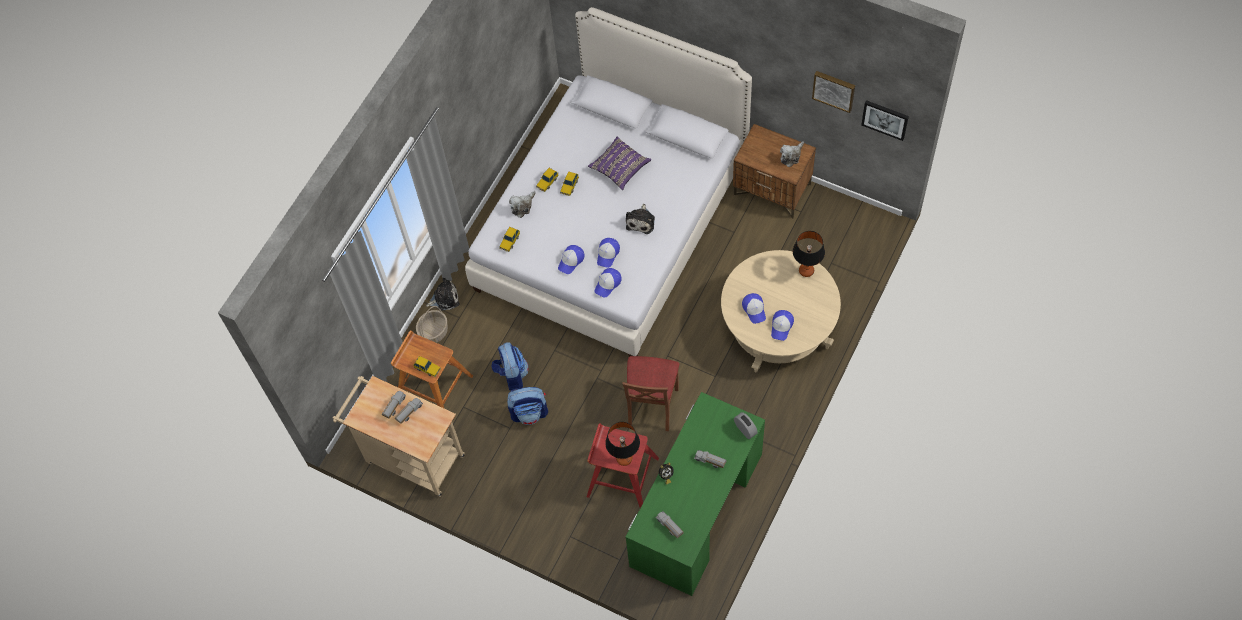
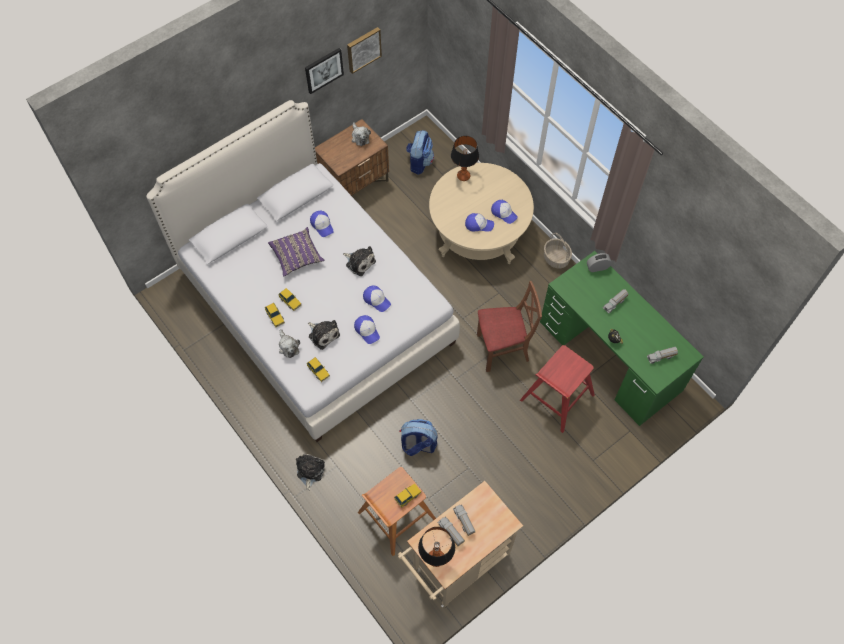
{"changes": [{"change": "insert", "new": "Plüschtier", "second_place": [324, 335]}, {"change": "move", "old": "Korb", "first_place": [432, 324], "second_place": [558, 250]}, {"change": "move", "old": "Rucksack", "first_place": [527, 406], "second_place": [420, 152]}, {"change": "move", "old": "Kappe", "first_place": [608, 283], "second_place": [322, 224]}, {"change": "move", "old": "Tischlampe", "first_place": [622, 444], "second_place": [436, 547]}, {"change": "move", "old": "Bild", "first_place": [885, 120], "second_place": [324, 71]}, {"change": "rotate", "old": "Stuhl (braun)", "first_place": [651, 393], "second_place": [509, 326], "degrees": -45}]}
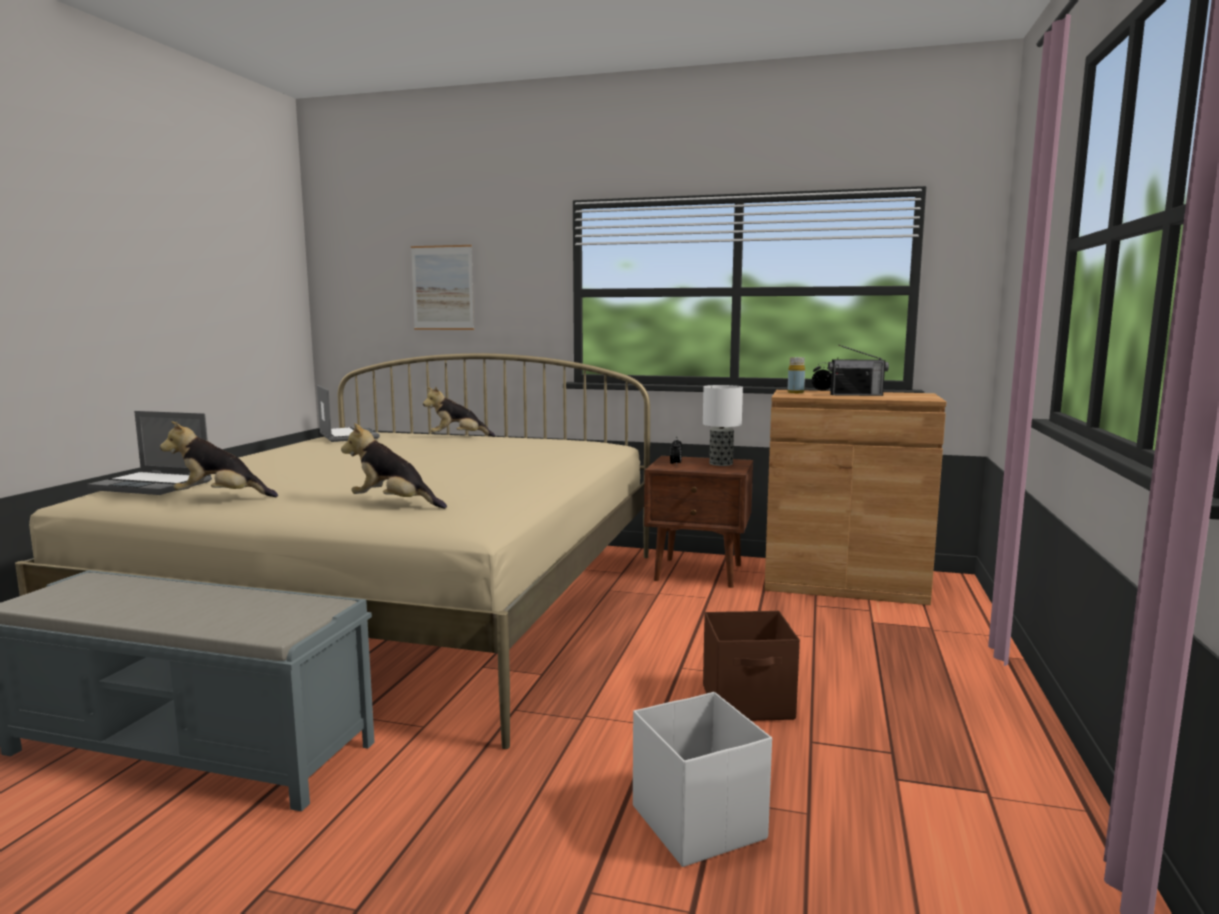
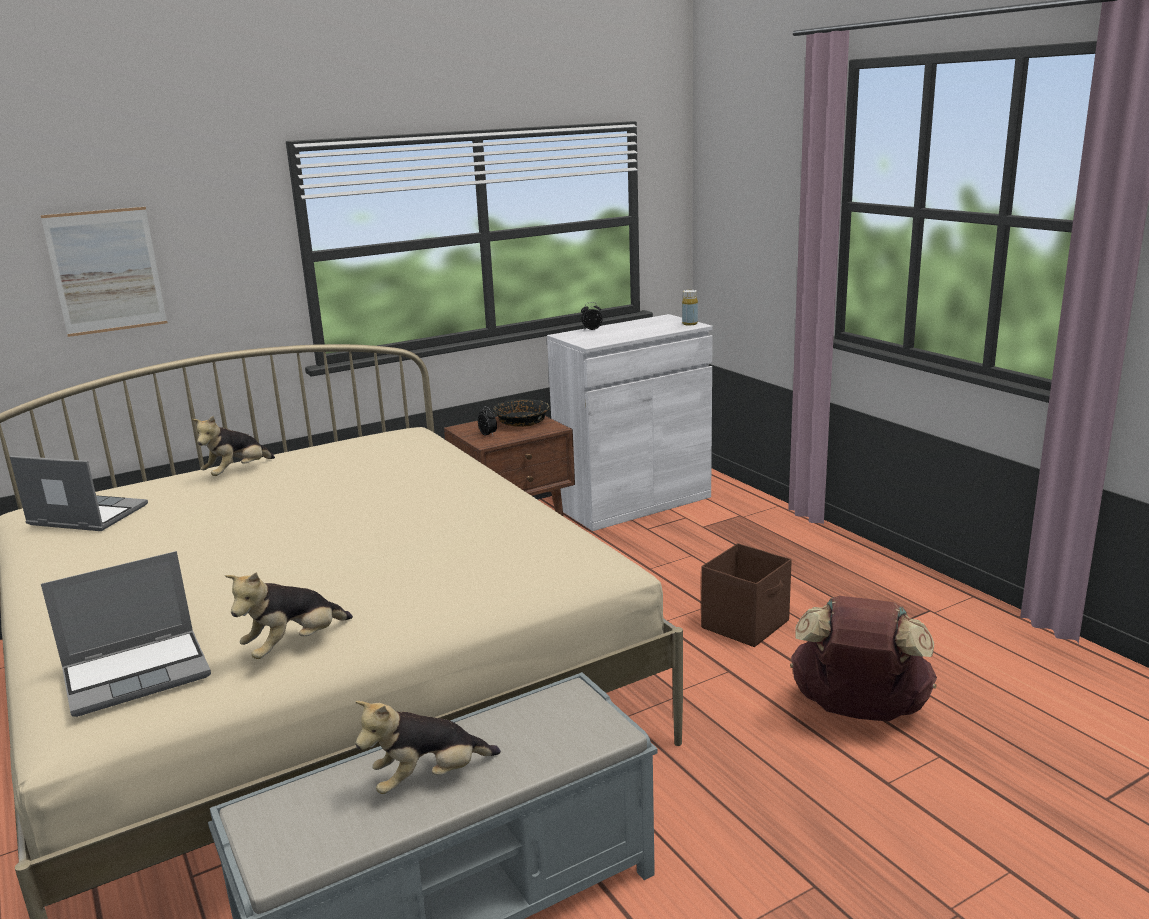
{"changes": [{"change": "delete", "old": "Radio", "first_place": [858, 370]}, {"change": "move", "old": "Plüschtier", "first_place": [394, 466], "second_place": [428, 747]}, {"change": "move", "old": "Flasche (gelb)", "first_place": [796, 375], "second_place": [690, 307]}, {"change": "replace", "old": "Aufbewahrungsbox (weiß)", "new": "Rucksack (braun)", "first_place": [702, 779], "second_place": [863, 658]}, {"change": "replace", "old": "Tischlampe", "new": "Schüssel (schwarz)", "first_place": [723, 425], "second_place": [521, 413]}, {"change": "recolor", "old": "Schrank (braun)", "new": "Schrank (weiß)", "first_place": [855, 497], "second_place": [630, 422]}]}
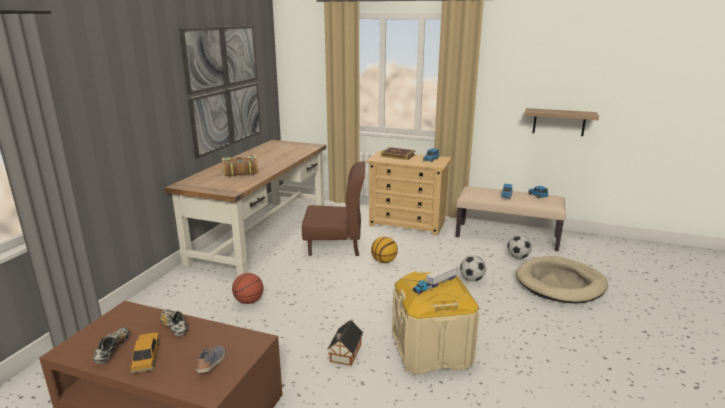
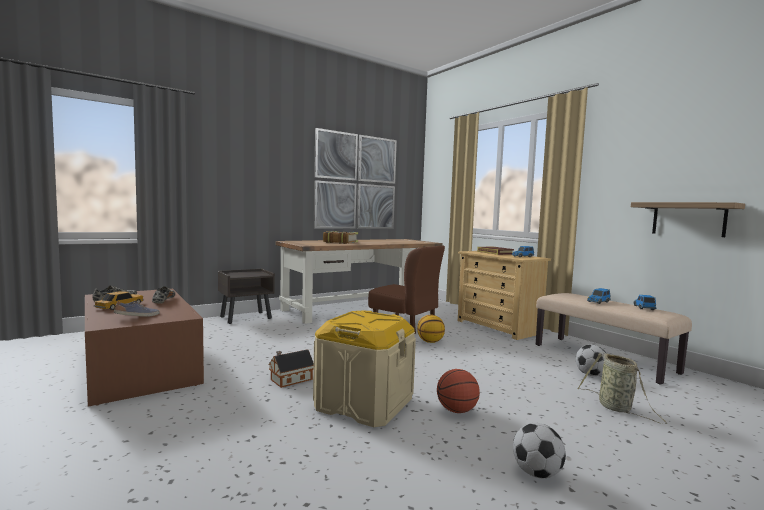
{"changes": [{"change": "delete", "old": "Spielzeuglaster", "first_place": [435, 279]}, {"change": "insert", "new": "Nachttisch (braun)", "second_place": [246, 296]}, {"change": "move", "old": "Basketball", "first_place": [247, 288], "second_place": [458, 391]}, {"change": "move", "old": "Fußball", "first_place": [473, 268], "second_place": [539, 450]}, {"change": "replace", "old": "Hundebett (beige)", "new": "Korb", "first_place": [562, 280], "second_place": [622, 388]}]}
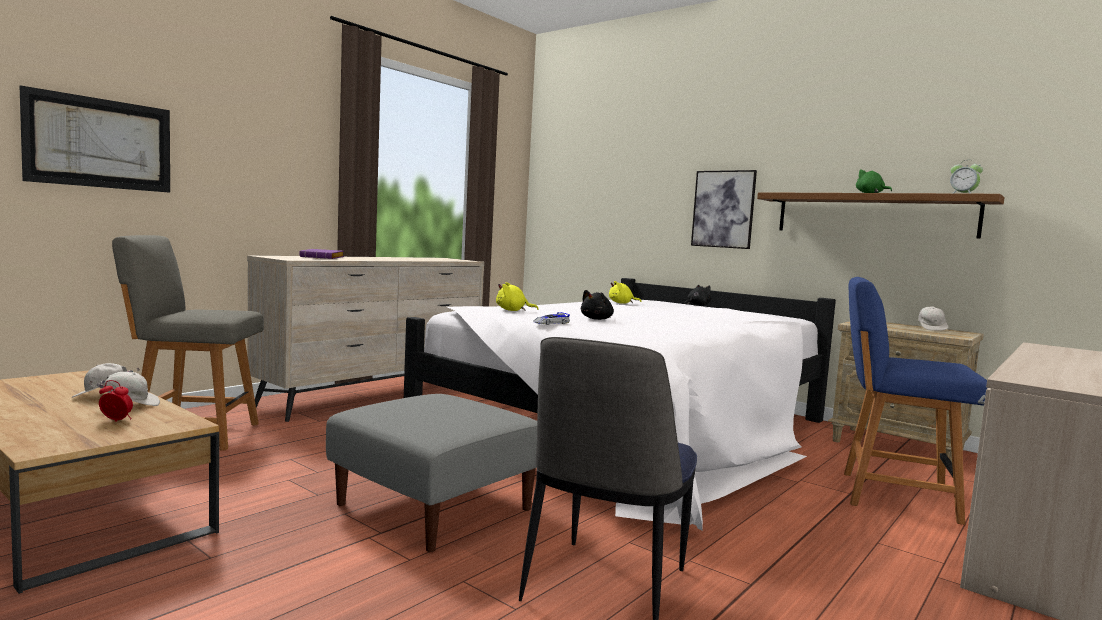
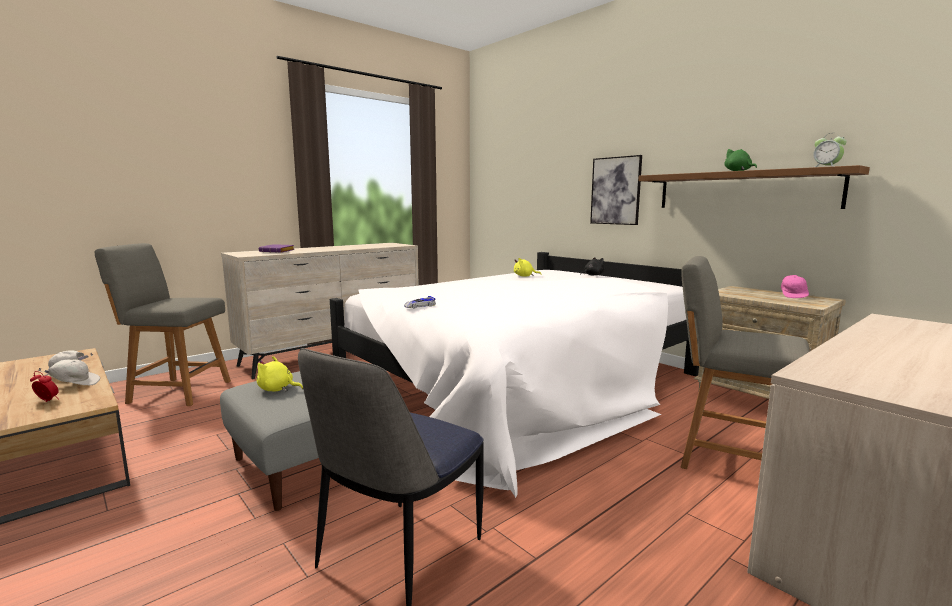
{"changes": [{"change": "delete", "old": "Bild", "first_place": [94, 139]}, {"change": "delete", "old": "Plüschtier (schwarz)", "first_place": [597, 305]}, {"change": "move", "old": "Plüschtier (gelb)", "first_place": [517, 296], "second_place": [279, 374]}, {"change": "recolor", "old": "Stuhl (blau)", "new": "Stuhl (grau)", "first_place": [915, 401], "second_place": [745, 362]}, {"change": "recolor", "old": "Kappe (weiß)", "new": "Kappe (rosa)", "first_place": [933, 318], "second_place": [795, 286]}]}
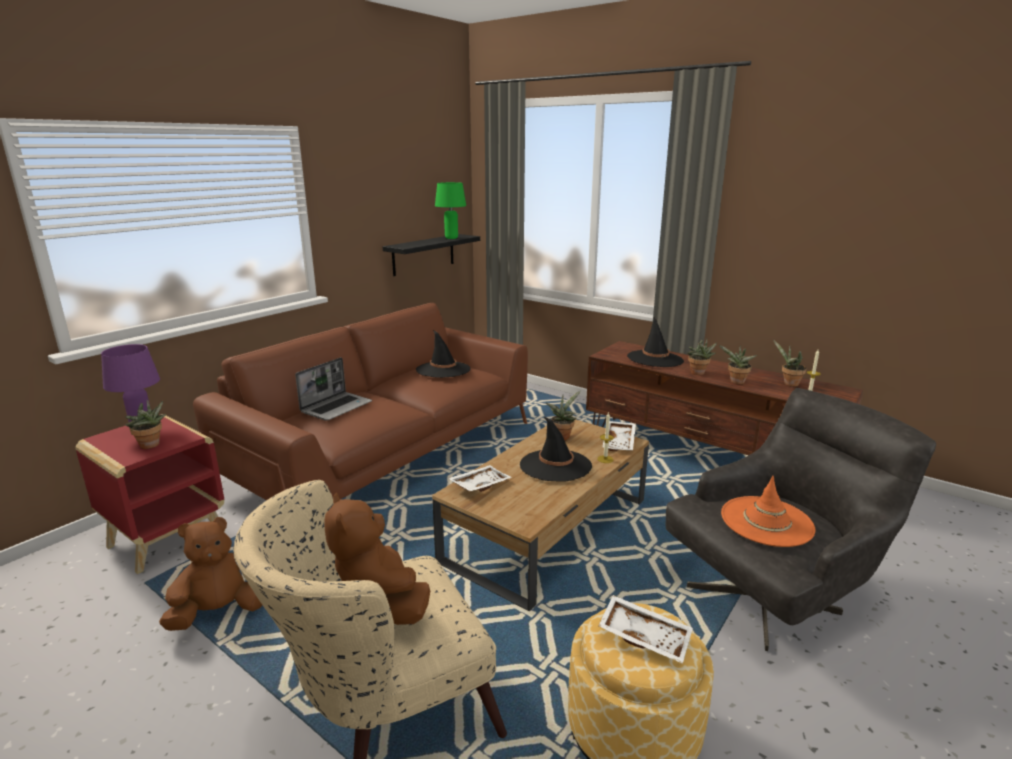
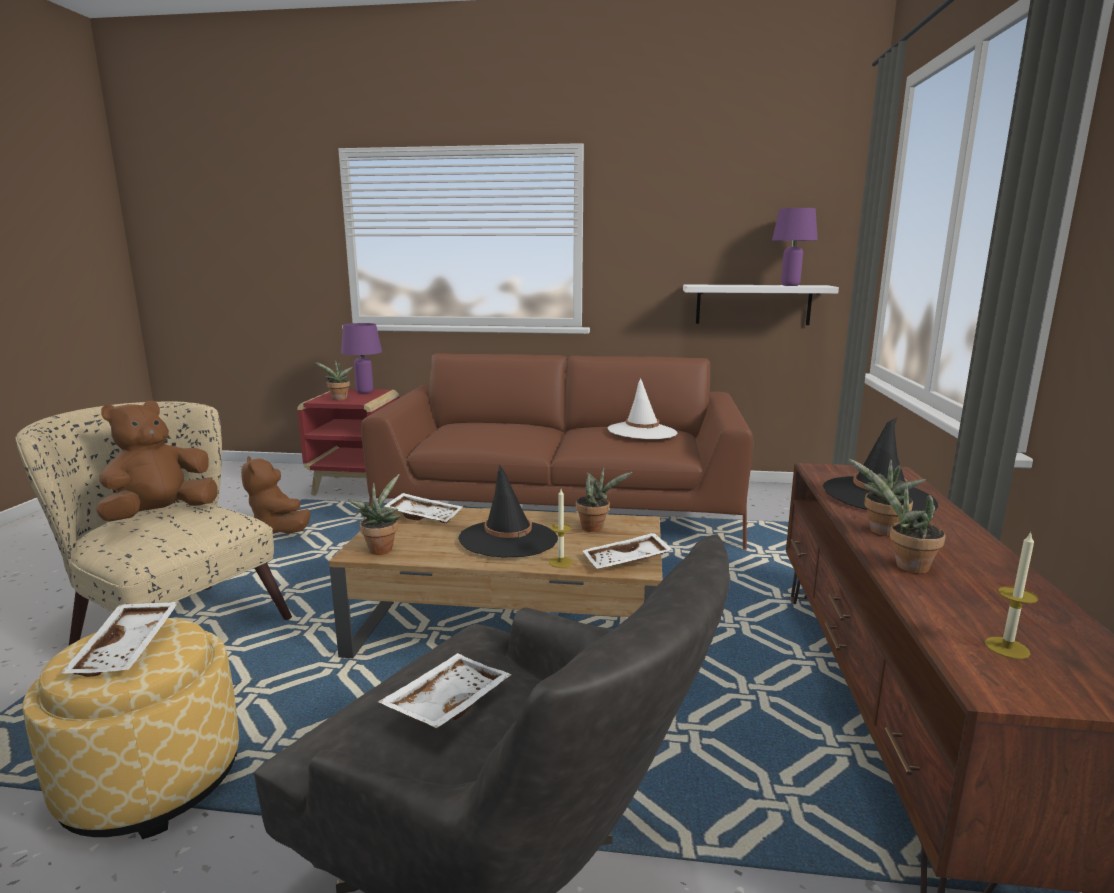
{"changes": [{"change": "delete", "old": "Laptop", "first_place": [333, 389]}, {"change": "move", "old": "Topfpflanze", "first_place": [789, 363], "second_place": [374, 514]}, {"change": "replace", "old": "Hut (orange)", "new": "Tablett (weiß)", "first_place": [768, 511], "second_place": [445, 690]}, {"change": "recolor", "old": "Wandregal (schwarz)", "new": "Wandregal (weiß)", "first_place": [431, 255], "second_place": [761, 305]}, {"change": "recolor", "old": "Hut (schwarz)", "new": "Hut (weiß)", "first_place": [443, 354], "second_place": [642, 409]}, {"change": "recolor", "old": "Tischlampe (grün)", "new": "Tischlampe (lila)", "first_place": [450, 210], "second_place": [794, 247]}, {"change": "rotate", "old": "Plüschtier (braun)", "first_place": [210, 574], "second_place": [275, 495], "degrees": -150}]}
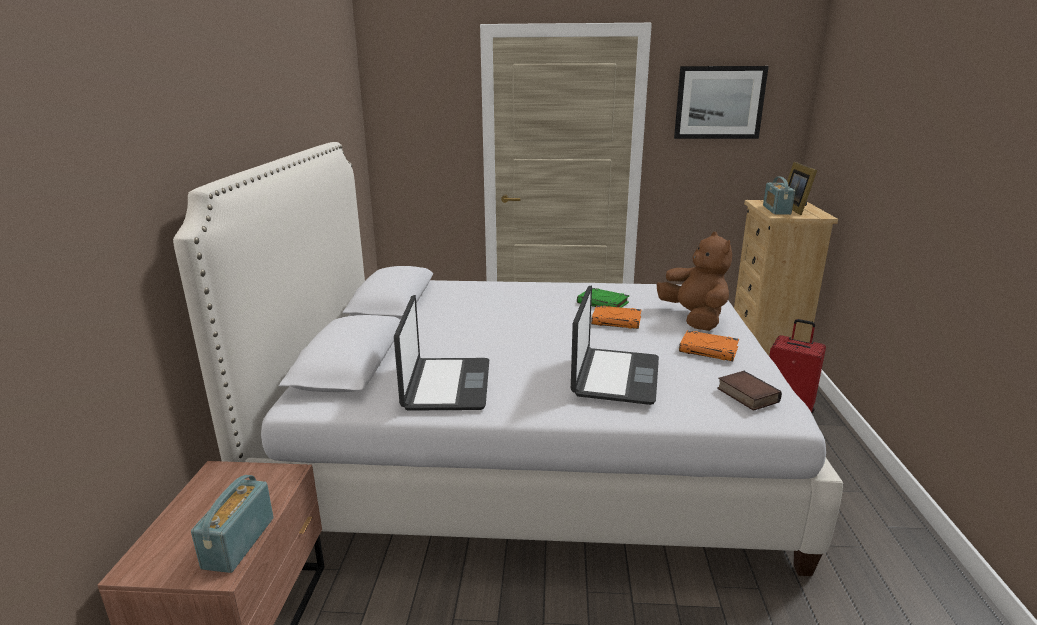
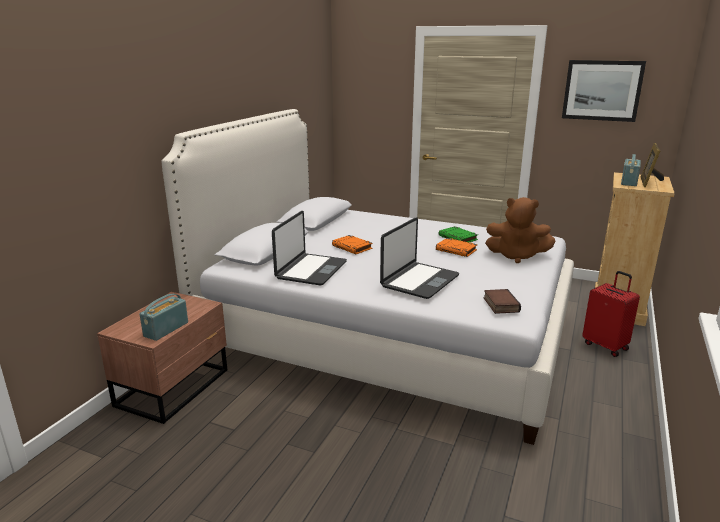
{"changes": [{"change": "move", "old": "Buch (orange)", "first_place": [709, 345], "second_place": [352, 244]}, {"change": "rotate", "old": "Plüschtier (braun)", "first_place": [694, 281], "second_place": [520, 230], "degrees": 105}]}
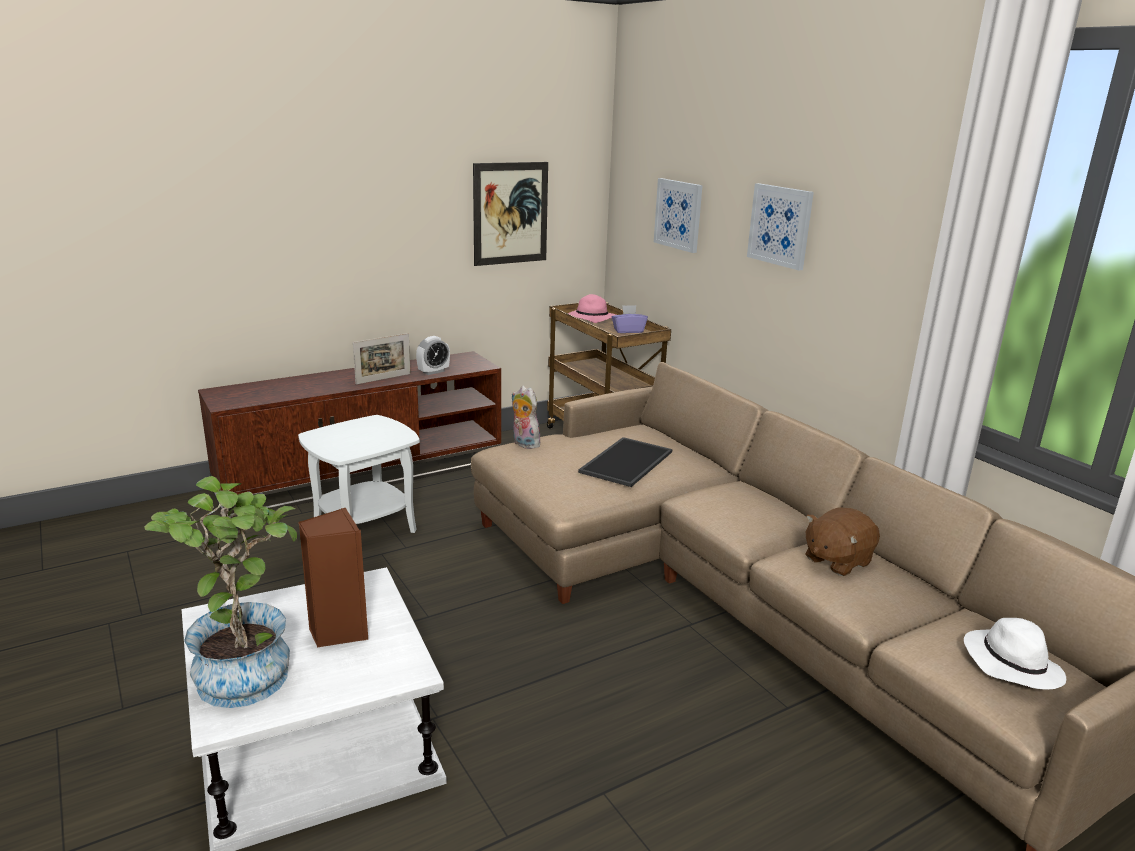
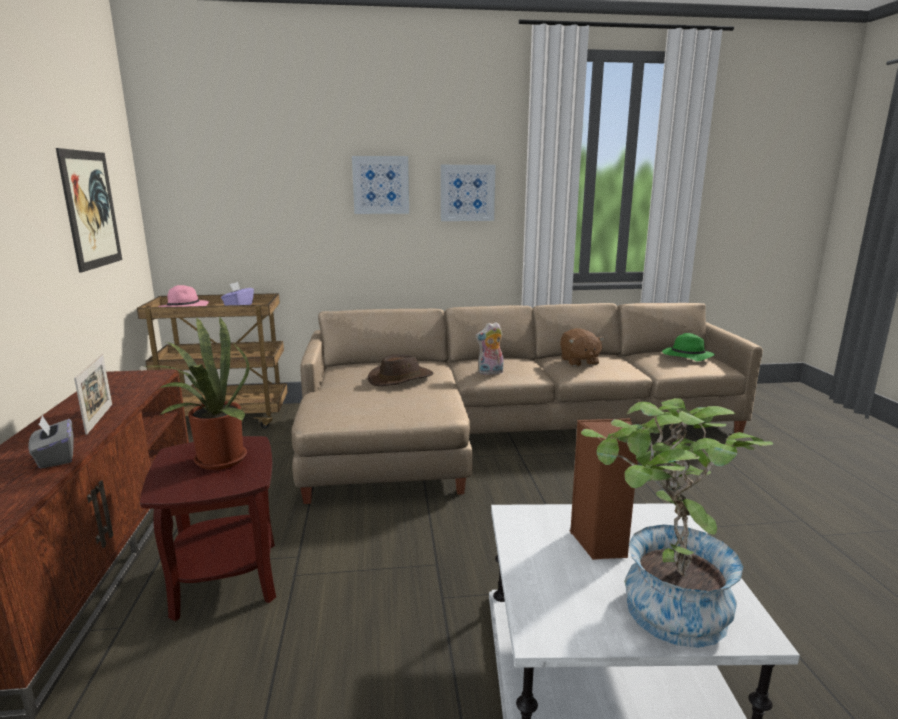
{"changes": [{"change": "delete", "old": "Wecker", "first_place": [433, 355]}, {"change": "insert", "new": "Taschentuchbox (grau)", "second_place": [50, 442]}, {"change": "insert", "new": "Topfpflanze", "second_place": [194, 393]}, {"change": "move", "old": "Plüschtier", "first_place": [525, 417], "second_place": [489, 348]}, {"change": "move", "old": "Bild", "first_place": [678, 215], "second_place": [468, 193]}, {"change": "replace", "old": "Tablett", "new": "Hut (braun)", "first_place": [625, 462], "second_place": [400, 370]}, {"change": "recolor", "old": "Beistelltisch (weiß)", "new": "Beistelltisch (braun)", "first_place": [359, 474], "second_place": [208, 528]}, {"change": "recolor", "old": "Hut (weiß)", "new": "Hut (grün)", "first_place": [1015, 654], "second_place": [688, 347]}]}
